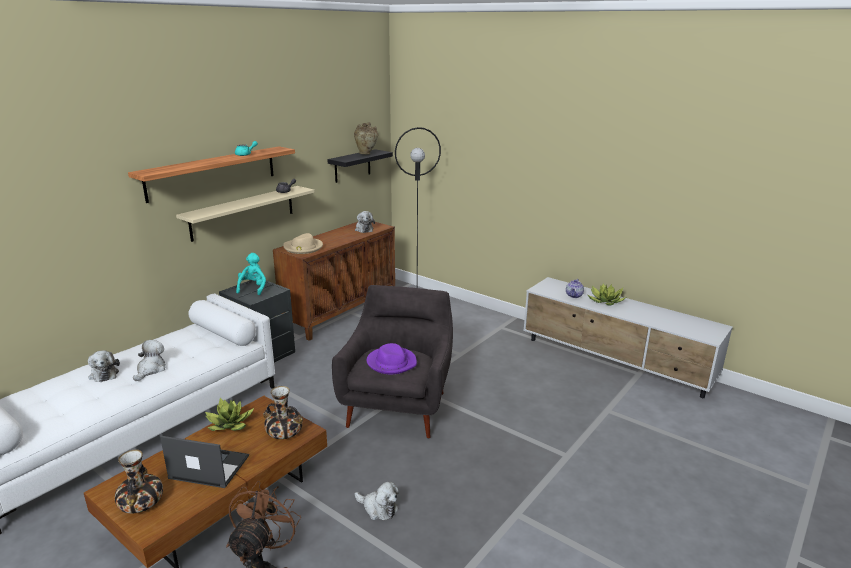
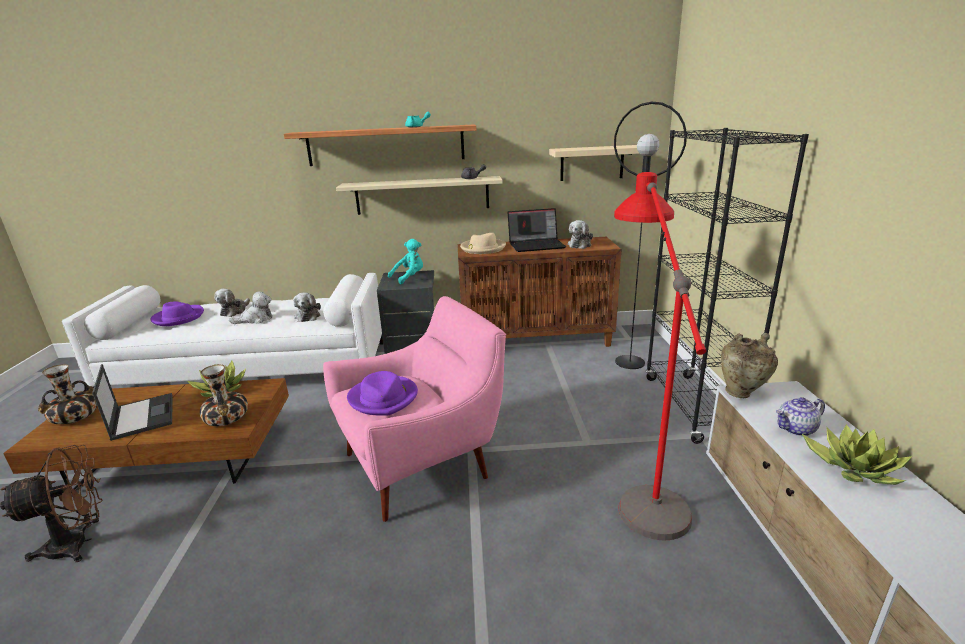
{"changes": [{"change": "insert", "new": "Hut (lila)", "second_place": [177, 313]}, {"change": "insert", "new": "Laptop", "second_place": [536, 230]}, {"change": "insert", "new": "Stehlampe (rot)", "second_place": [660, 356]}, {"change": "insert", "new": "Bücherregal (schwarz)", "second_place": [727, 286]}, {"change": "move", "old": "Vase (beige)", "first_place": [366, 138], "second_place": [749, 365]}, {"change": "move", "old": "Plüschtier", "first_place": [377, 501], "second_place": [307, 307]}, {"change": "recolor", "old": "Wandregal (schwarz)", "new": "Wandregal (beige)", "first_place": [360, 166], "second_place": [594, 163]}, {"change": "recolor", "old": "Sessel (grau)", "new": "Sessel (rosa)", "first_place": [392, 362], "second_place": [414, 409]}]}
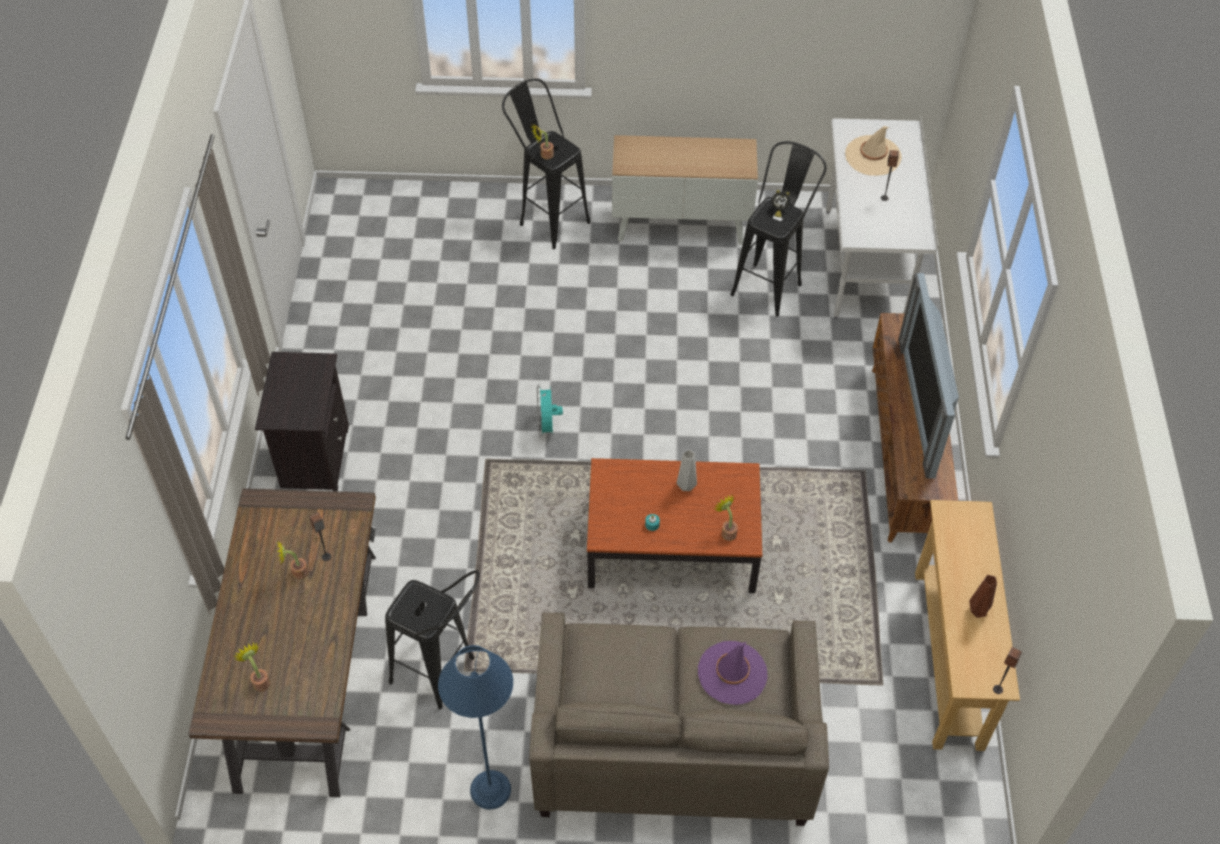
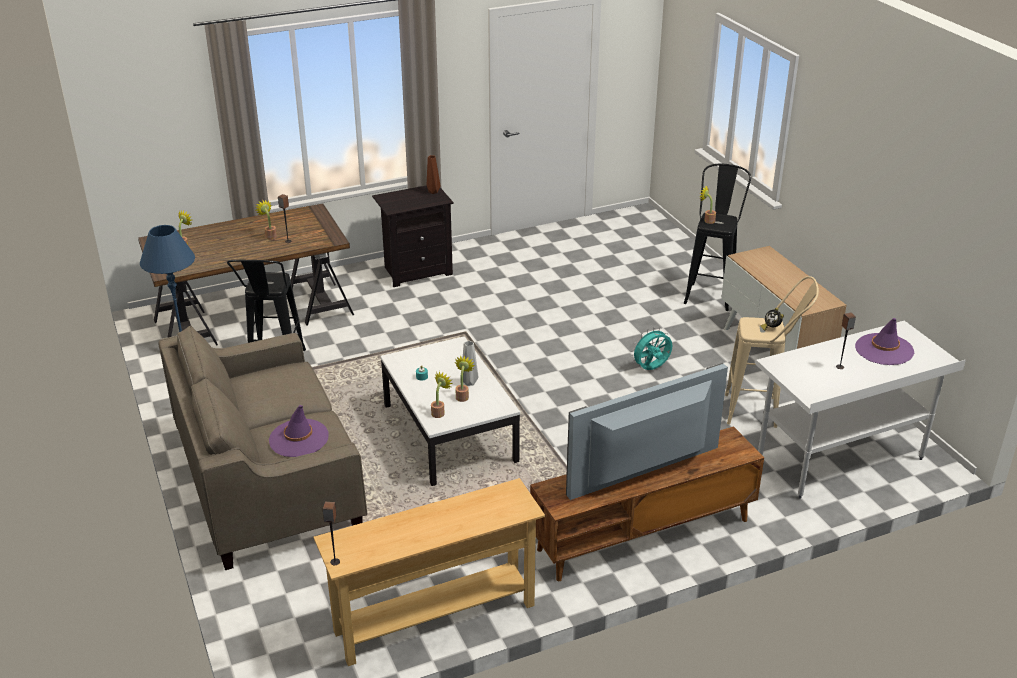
{"changes": [{"change": "insert", "new": "Topfpflanze", "second_place": [465, 378]}, {"change": "move", "old": "Ventilator (türkis)", "first_place": [550, 411], "second_place": [651, 349]}, {"change": "move", "old": "Vase (braun)", "first_place": [983, 596], "second_place": [433, 174]}, {"change": "recolor", "old": "Couchtisch (braun)", "new": "Couchtisch (weiß)", "first_place": [674, 525], "second_place": [450, 411]}, {"change": "recolor", "old": "Hocker (schwarz)", "new": "Hocker (beige)", "first_place": [778, 229], "second_place": [772, 352]}, {"change": "recolor", "old": "Hut (beige)", "new": "Hut (lila)", "first_place": [873, 151], "second_place": [884, 341]}]}
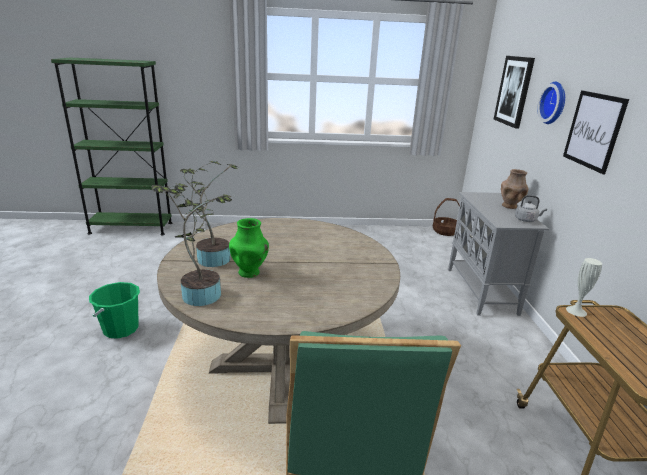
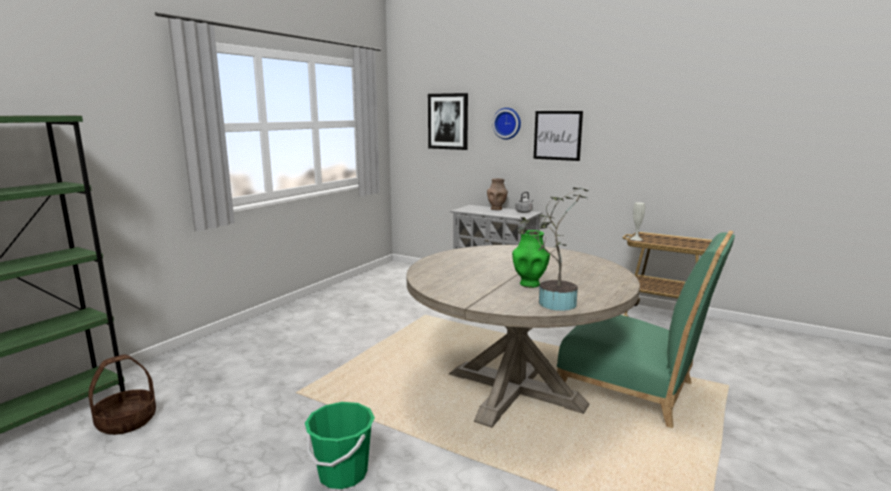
{"changes": [{"change": "delete", "old": "Topfpflanze", "first_place": [205, 214]}, {"change": "move", "old": "Korb", "first_place": [446, 217], "second_place": [122, 394]}]}
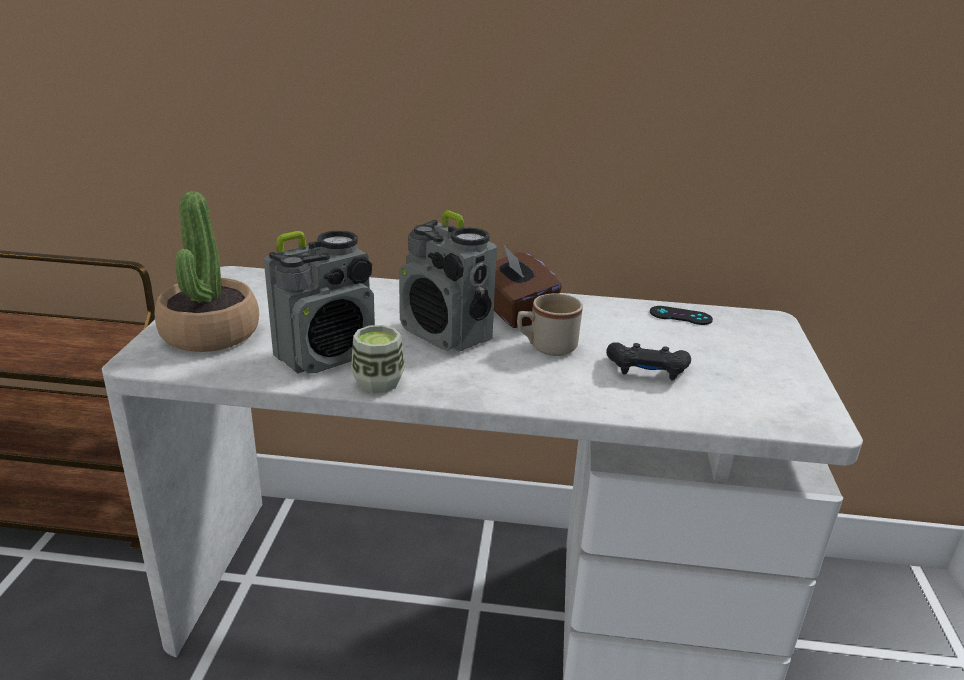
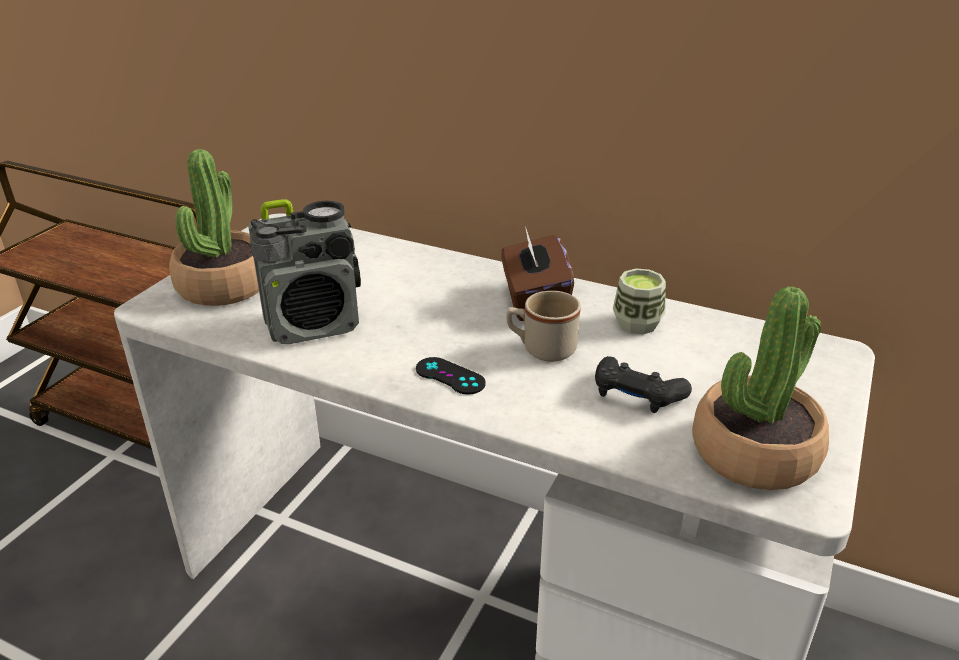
{"changes": [{"change": "delete", "old": "Radio", "first_place": [448, 281]}, {"change": "insert", "new": "Topfpflanze", "second_place": [760, 388]}, {"change": "move", "old": "Tasse", "first_place": [378, 359], "second_place": [639, 301]}, {"change": "move", "old": "Gamepad (schwarz)", "first_place": [681, 315], "second_place": [451, 376]}]}
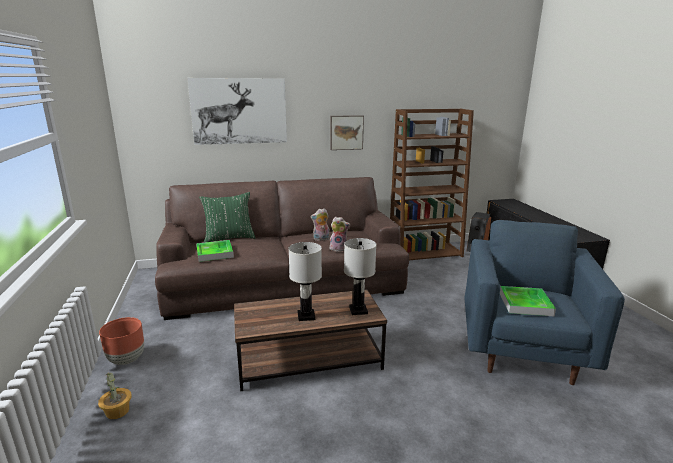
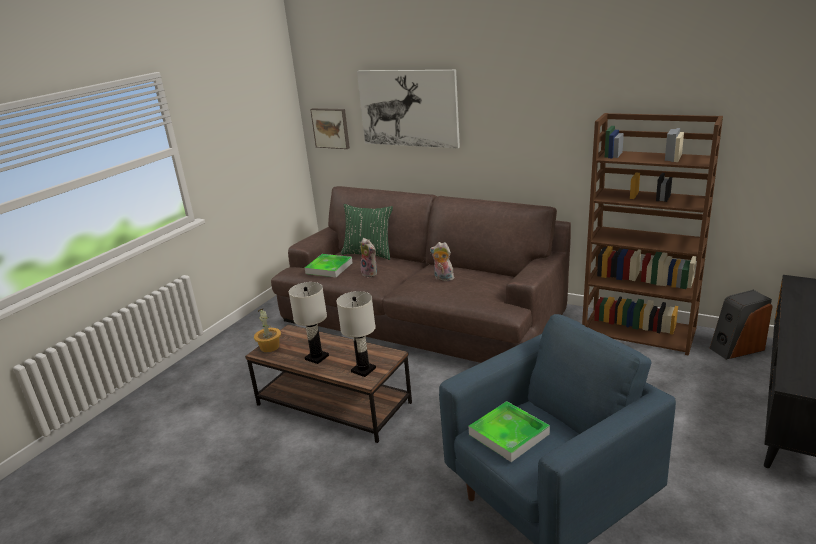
{"changes": [{"change": "delete", "old": "Pflanzkübel (braun)", "first_place": [121, 341]}, {"change": "move", "old": "Topfpflanze", "first_place": [115, 394], "second_place": [267, 330]}, {"change": "move", "old": "Bild", "first_place": [347, 132], "second_place": [330, 128]}, {"change": "move", "old": "Plüschtier", "first_place": [340, 234], "second_place": [369, 258]}]}
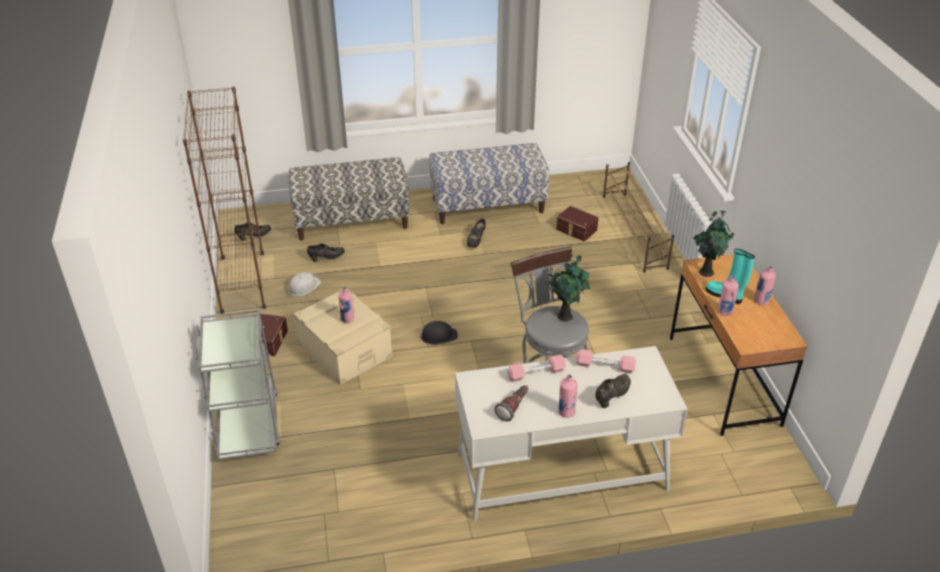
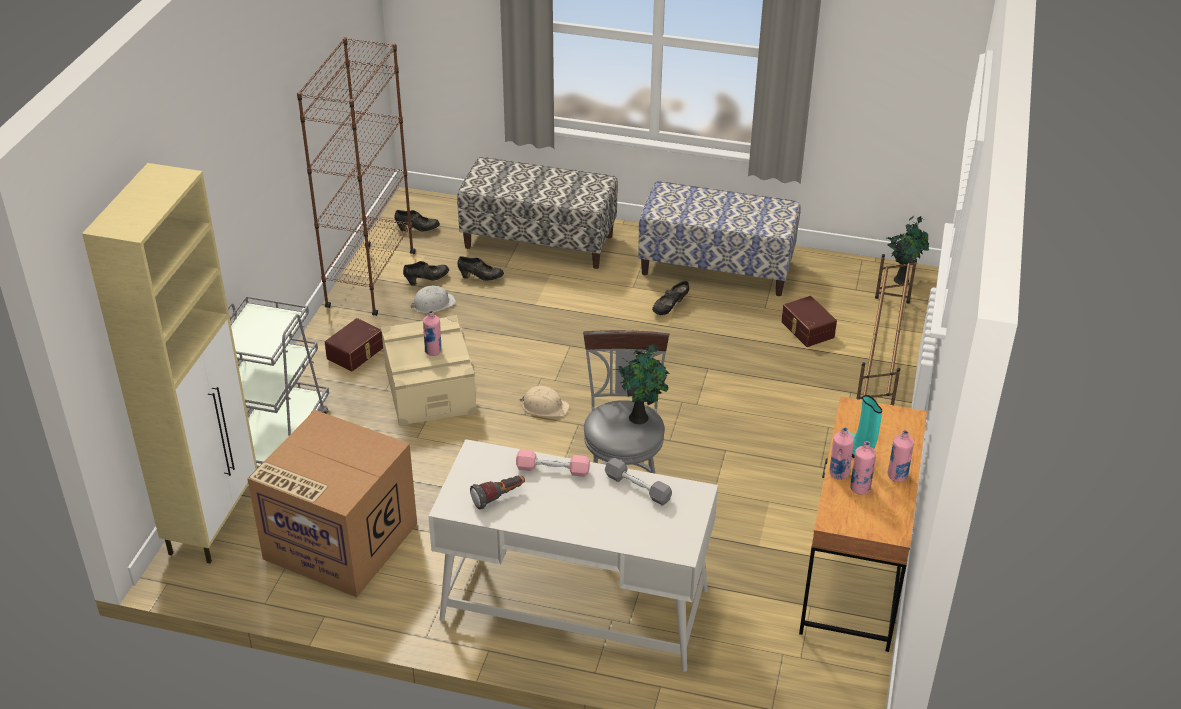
{"changes": [{"change": "insert", "new": "Schrank (beige)", "second_place": [169, 363]}, {"change": "insert", "new": "Karton", "second_place": [332, 503]}, {"change": "move", "old": "Flasche (rosa)", "first_place": [568, 396], "second_place": [863, 467]}, {"change": "move", "old": "Schuh (schwarz)", "first_place": [613, 391], "second_place": [426, 273]}, {"change": "move", "old": "Topfpflanze", "first_place": [714, 243], "second_place": [908, 250]}, {"change": "recolor", "old": "Schutzhelm (schwarz)", "new": "Schutzhelm (beige)", "first_place": [438, 333], "second_place": [544, 401]}, {"change": "recolor", "old": "Hantel (rosa)", "new": "Hantel (grau)", "first_place": [606, 361], "second_place": [638, 482]}]}
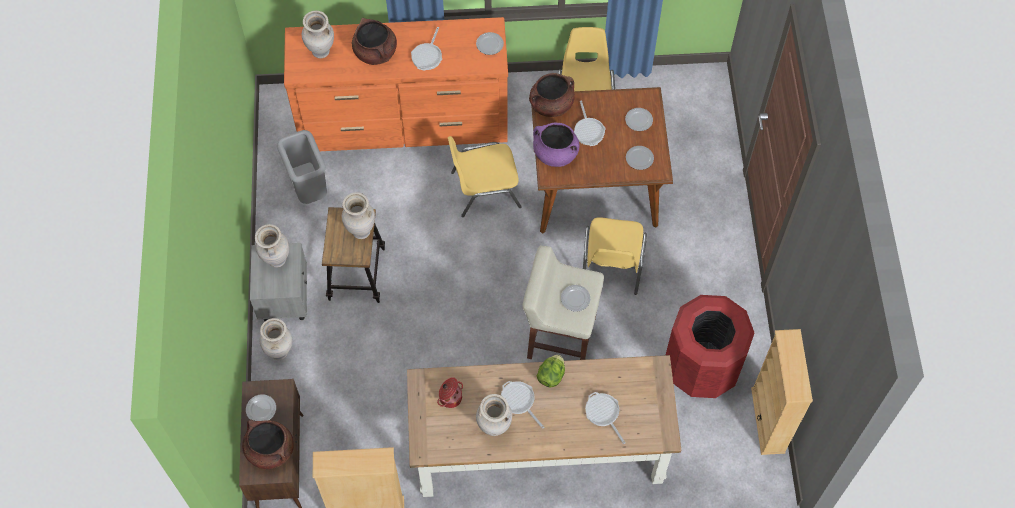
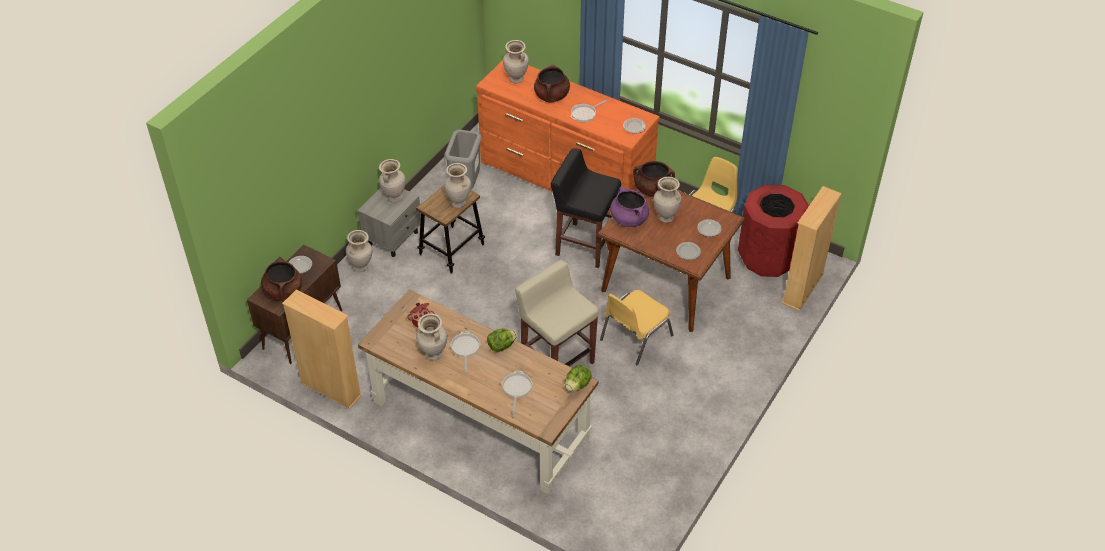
{"changes": [{"change": "delete", "old": "Teller", "first_place": [575, 298]}, {"change": "insert", "new": "Salatkopf", "second_place": [578, 378]}, {"change": "move", "old": "Mülleimer (rot)", "first_place": [710, 346], "second_place": [773, 231]}, {"change": "move", "old": "Bücherregal (beige)", "first_place": [782, 392], "second_place": [812, 248]}, {"change": "replace", "old": "Stuhl (gelb)", "new": "Hocker (schwarz)", "first_place": [485, 176], "second_place": [586, 208]}, {"change": "replace", "old": "Pfanne", "new": "Vase (beige)", "first_place": [590, 123], "second_place": [668, 200]}]}
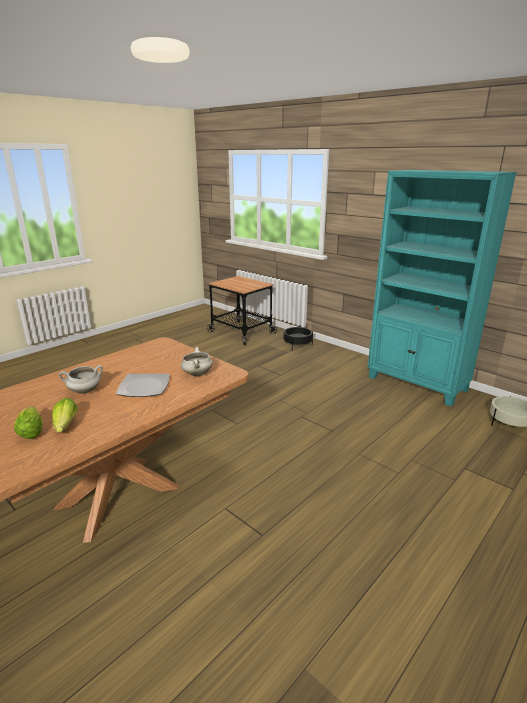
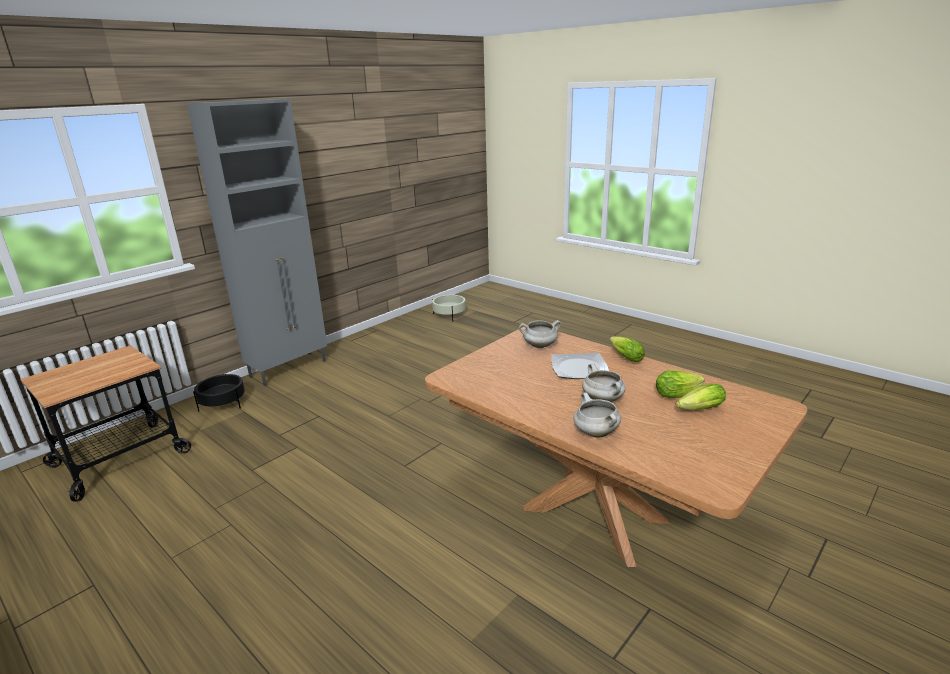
{"changes": [{"change": "delete", "old": "Bücherregal (türkis)", "first_place": [442, 288]}, {"change": "insert", "new": "Schrank (grau)", "second_place": [257, 242]}, {"change": "insert", "new": "Kochtopf (weiß)", "second_place": [597, 415]}, {"change": "insert", "new": "Salatkopf", "second_place": [627, 349]}]}
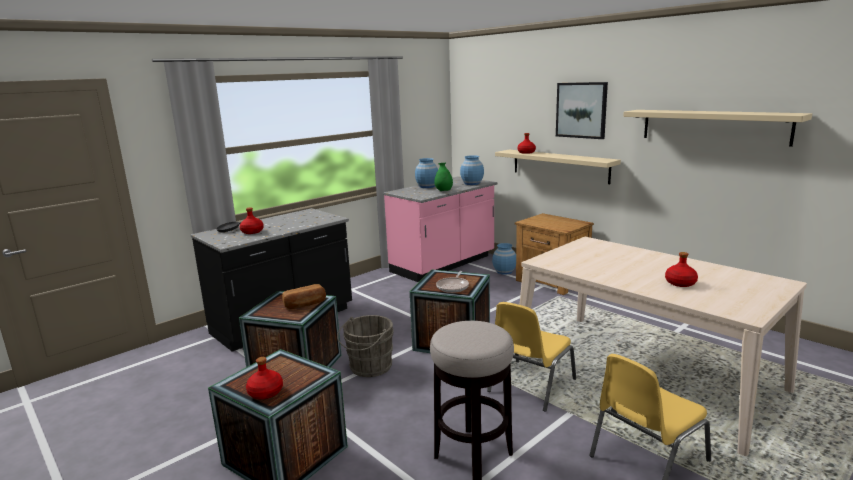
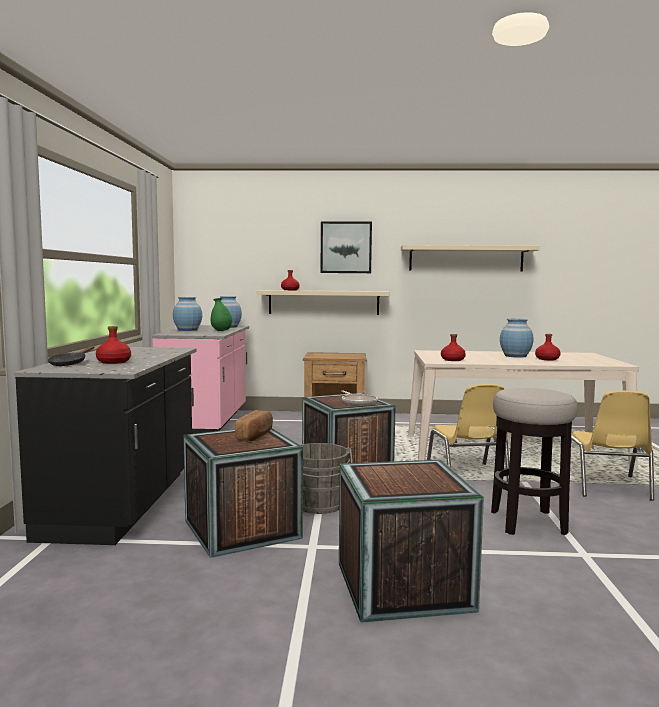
{"changes": [{"change": "move", "old": "Flasche (rot)", "first_place": [264, 378], "second_place": [453, 347]}, {"change": "move", "old": "Vase (blau)", "first_place": [504, 259], "second_place": [516, 338]}]}
